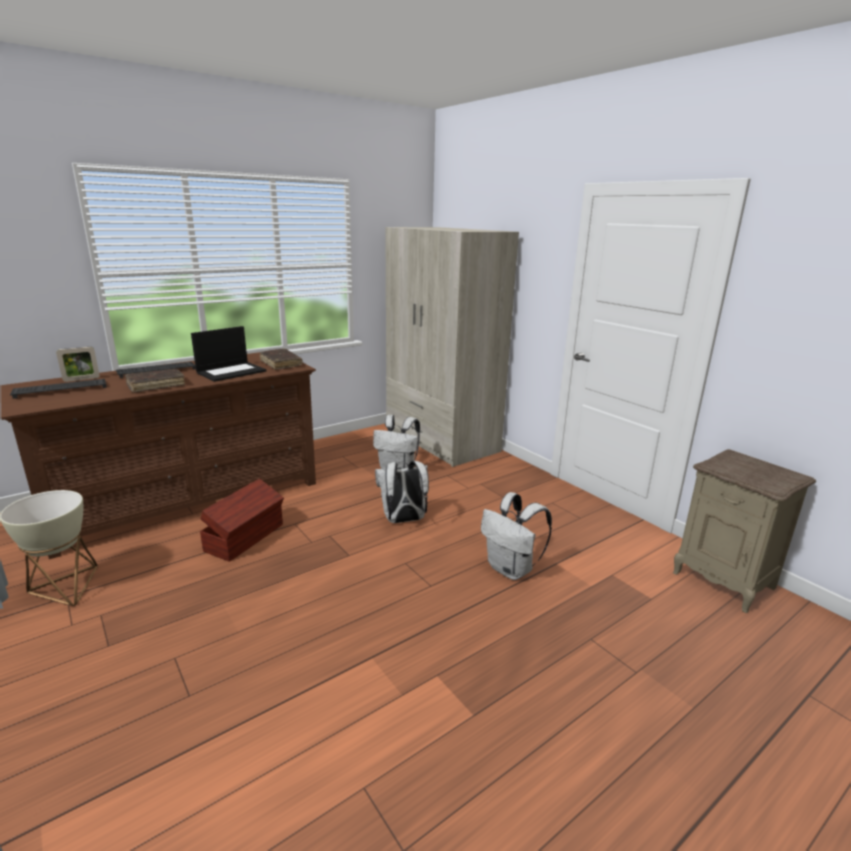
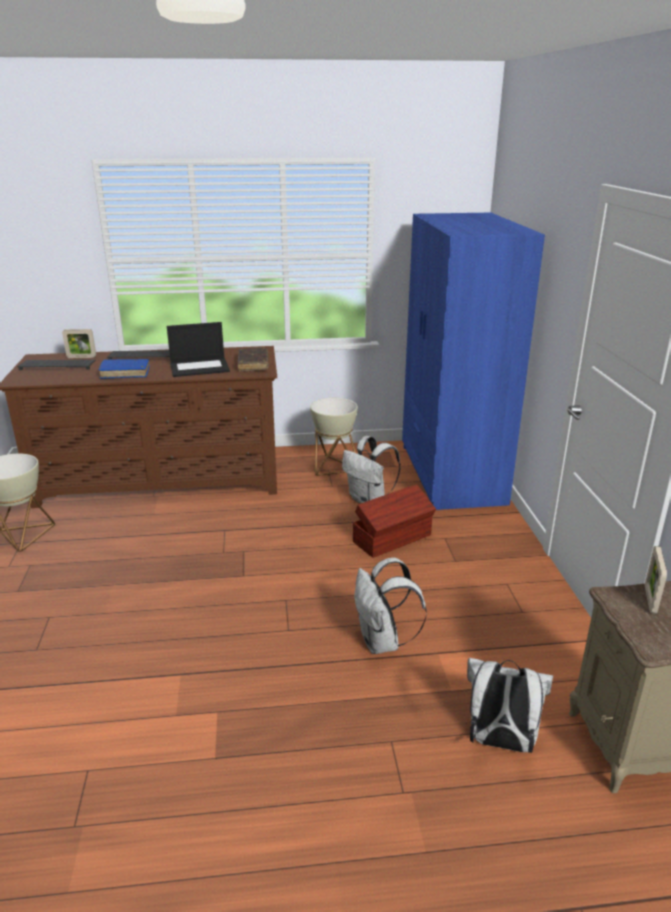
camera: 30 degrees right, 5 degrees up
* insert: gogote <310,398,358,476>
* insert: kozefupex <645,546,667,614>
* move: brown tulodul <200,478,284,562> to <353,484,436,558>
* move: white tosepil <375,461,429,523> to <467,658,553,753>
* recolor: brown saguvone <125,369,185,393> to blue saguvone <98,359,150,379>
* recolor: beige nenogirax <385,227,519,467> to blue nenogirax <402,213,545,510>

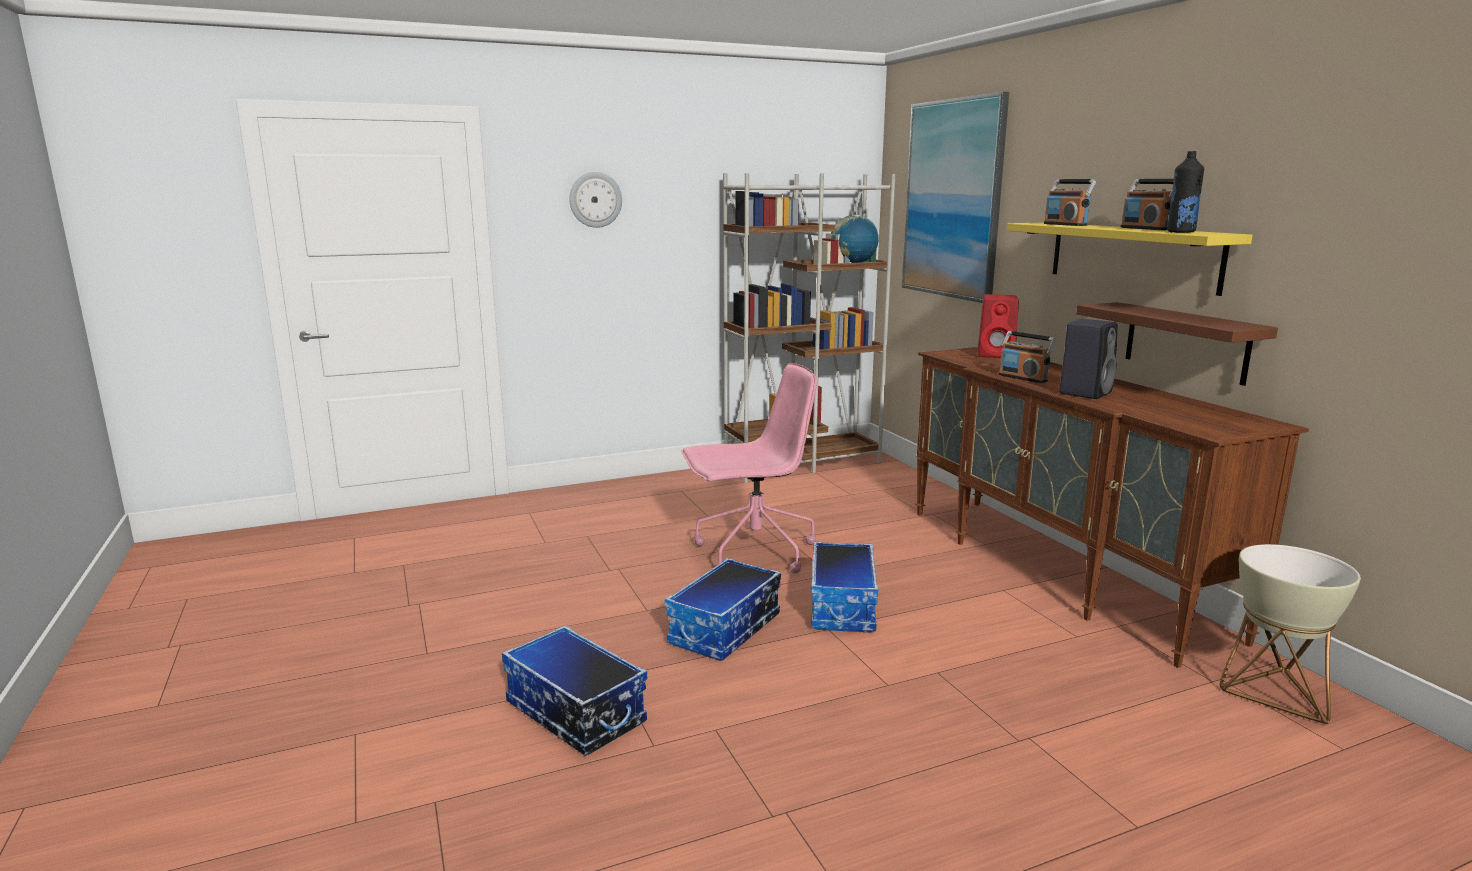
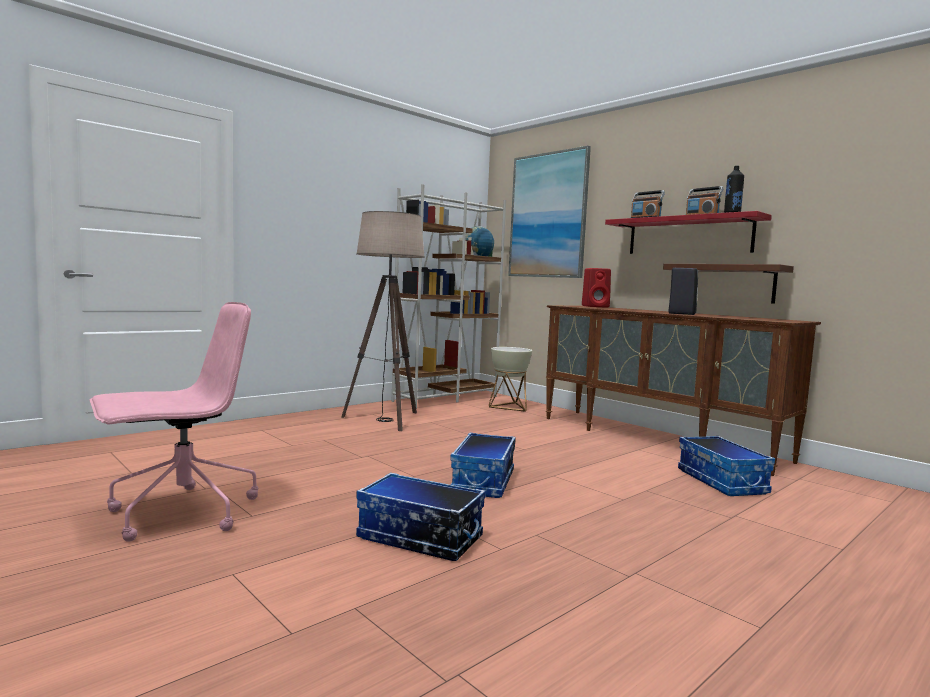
camera: 20 degrees left, 10 degrees down
* delete: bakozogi <569,172,622,228>
* delete: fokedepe <999,331,1056,383>
* insert: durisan <341,211,425,431>
* move: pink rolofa <681,363,817,574> to <90,302,258,542>
* move: tulodul <811,542,878,633> to <678,436,775,496>
* move: gogote <1220,544,1361,724> to <489,347,532,412>
* recolor: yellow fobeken <1007,222,1253,296> to red fobeken <605,211,772,254>

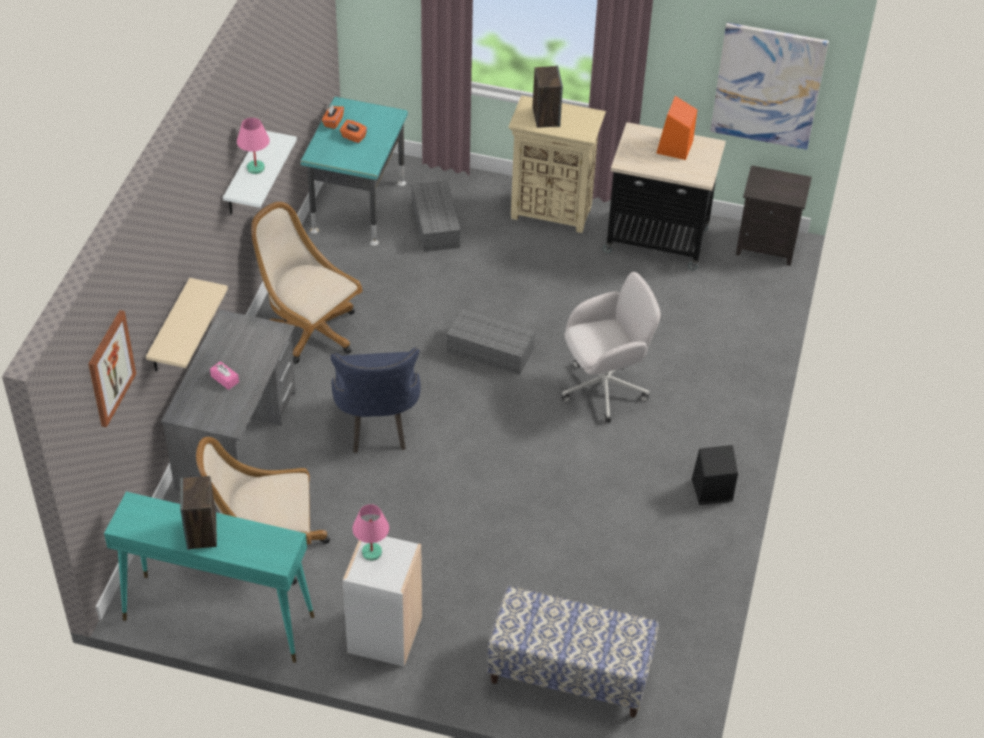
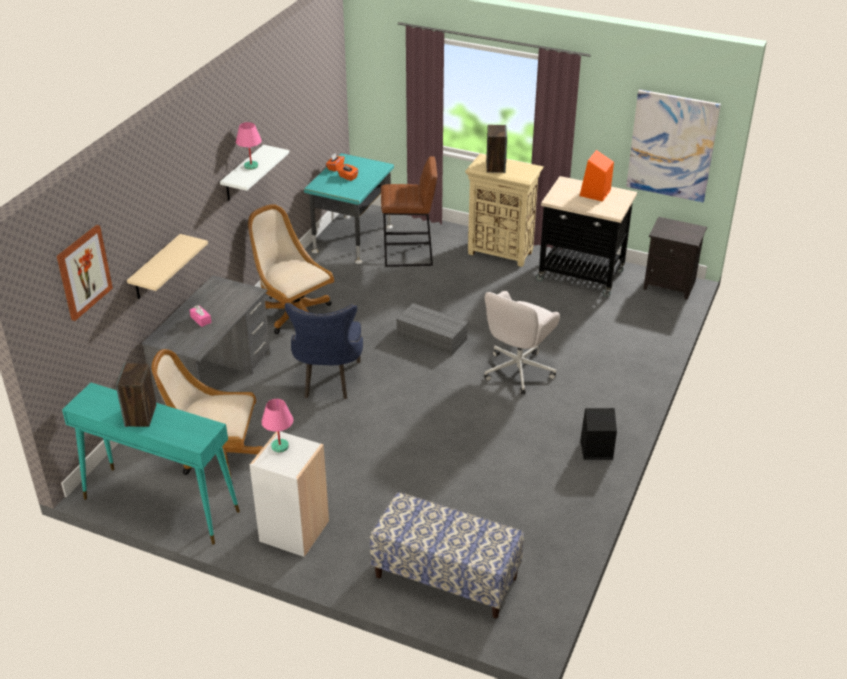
camera: 10 degrees right, 10 degrees down
* replace: grey tulodul <411,180,461,252> to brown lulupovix <381,156,437,267>
* rotate: white rolofa <561,272,661,422> = <484,291,560,394> 135 degrees clockwise

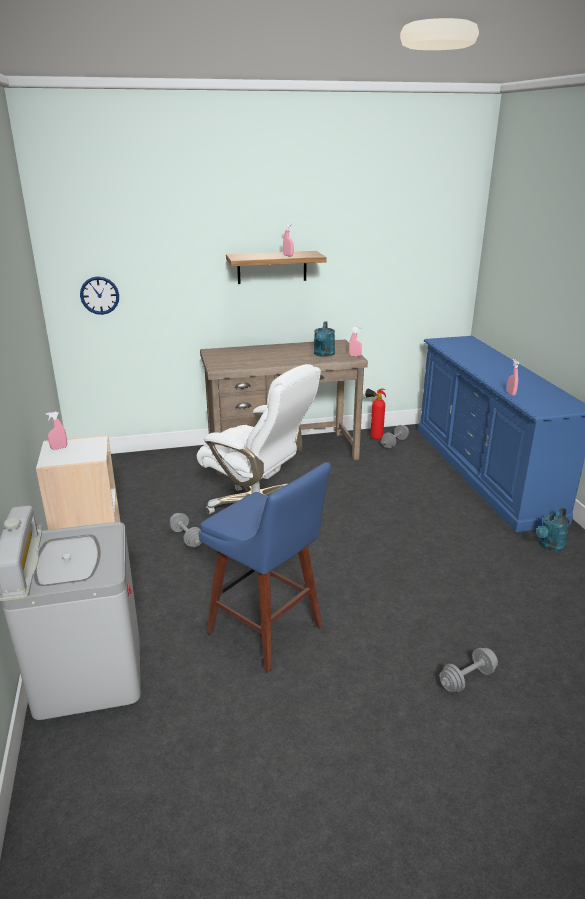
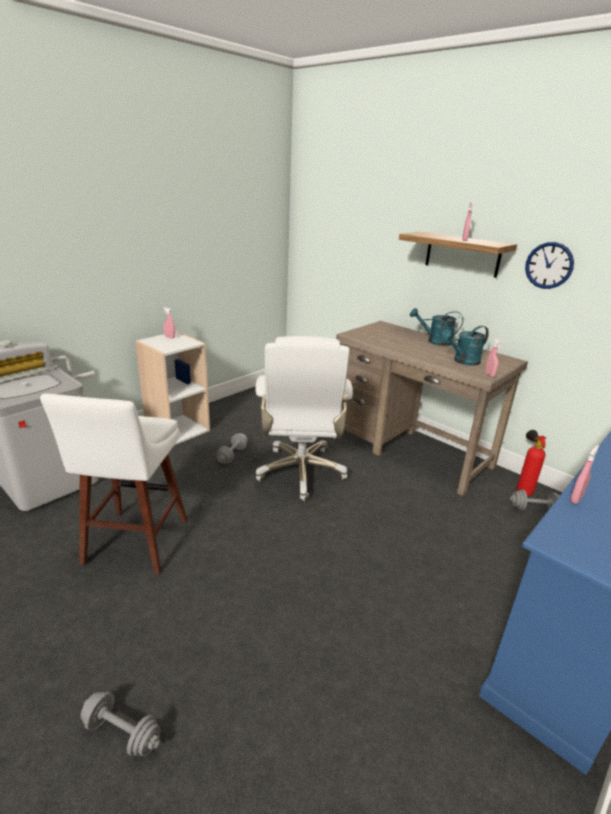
camera: 55 degrees right, 0 degrees up
* move: bakozogi <80,276,119,315> to <525,242,574,289>
* move: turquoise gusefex <536,508,570,551> to <410,308,463,346>
* recolor: blue lulupovix <199,462,331,673> to white lulupovix <40,394,187,574>

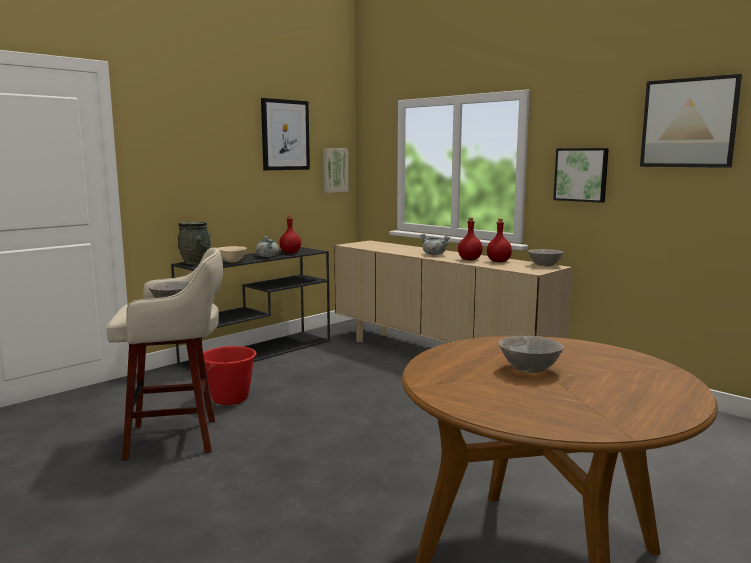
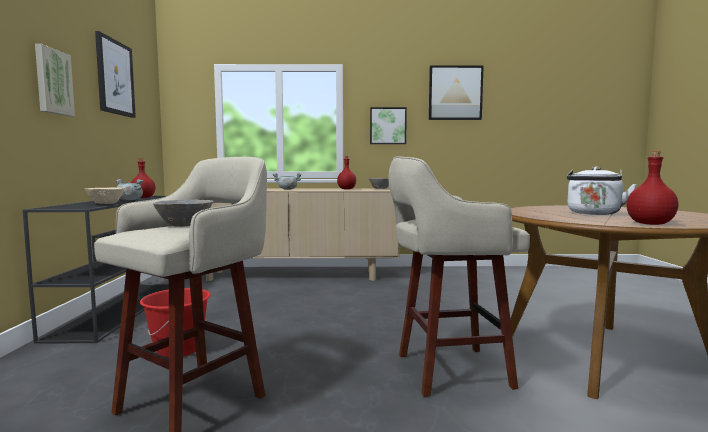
camera: 45 degrees left, 5 degrees down
* delete: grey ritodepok <177,222,211,265>
* insert: beige lulupovix <389,157,530,397>
* move: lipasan <323,148,348,193> to <35,44,75,116>
* move: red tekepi <458,218,483,260> to <627,151,678,225>
* replace: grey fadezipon <499,336,564,373> to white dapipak <567,166,637,215>

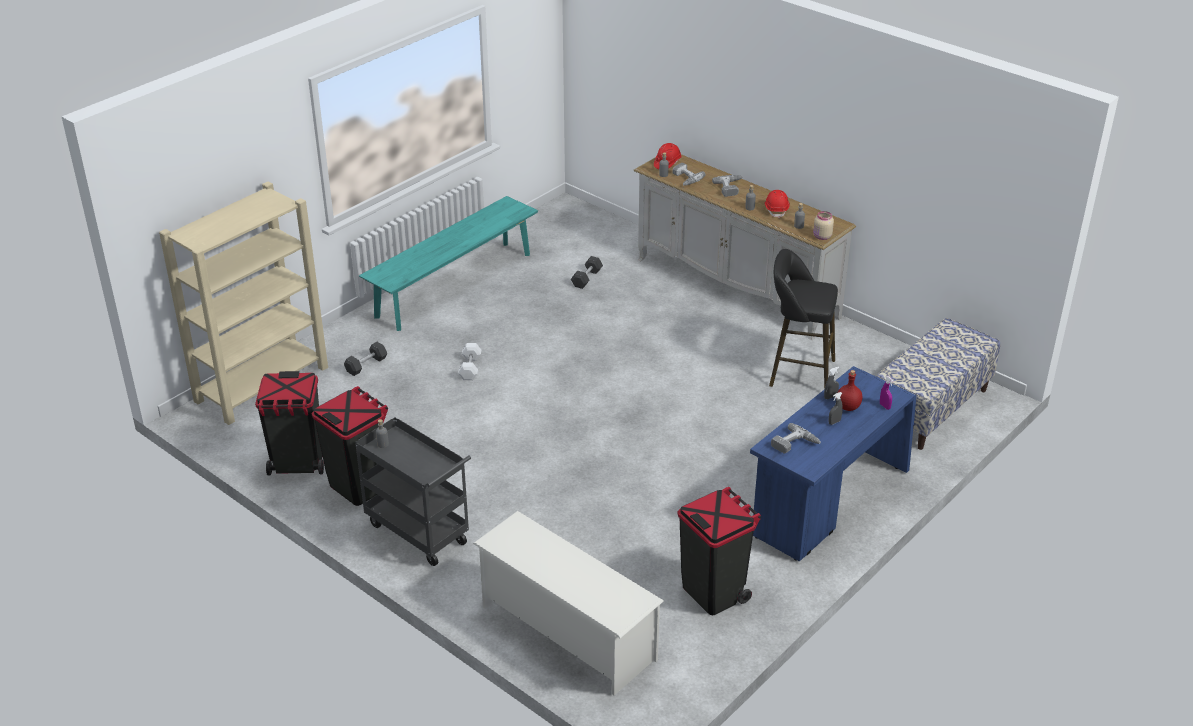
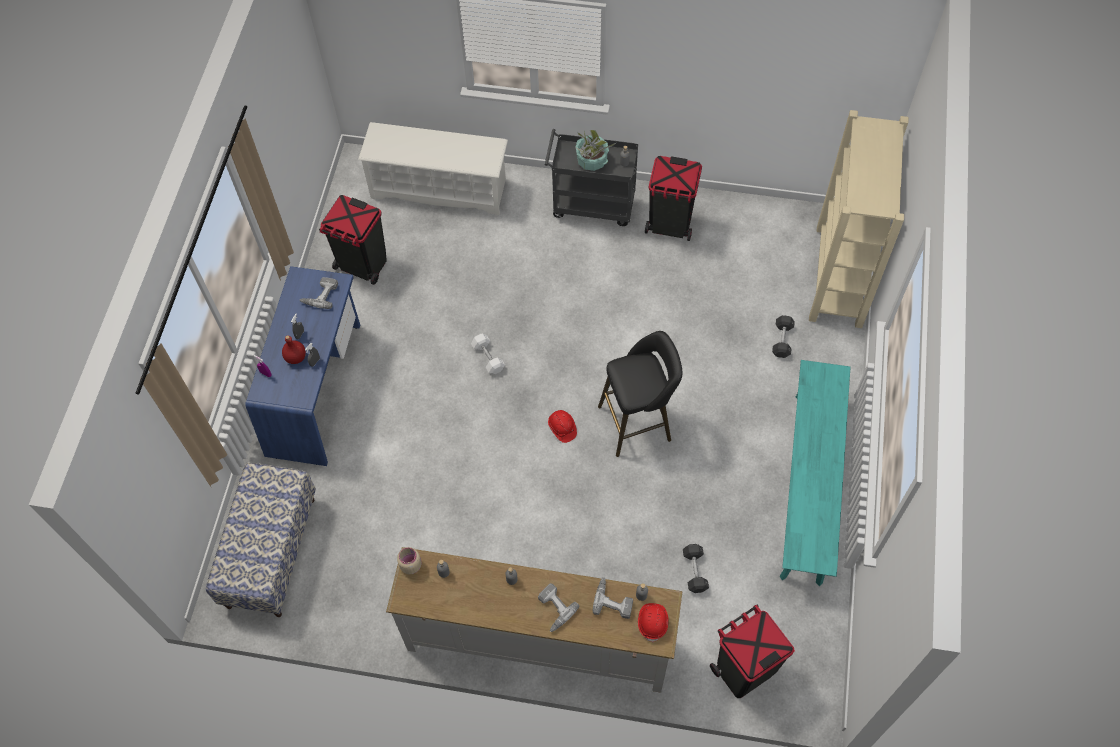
camera: 150 degrees right, 25 degrees up
* insert: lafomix <574,130,616,171>
* move: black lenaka <255,371,324,475> to <710,605,795,698>
* move: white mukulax <458,343,481,380> to <471,333,505,375>
* move: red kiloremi <765,190,790,218> to <548,410,577,443>
* move: black lulupovix <769,249,838,389> to <598,331,682,457>

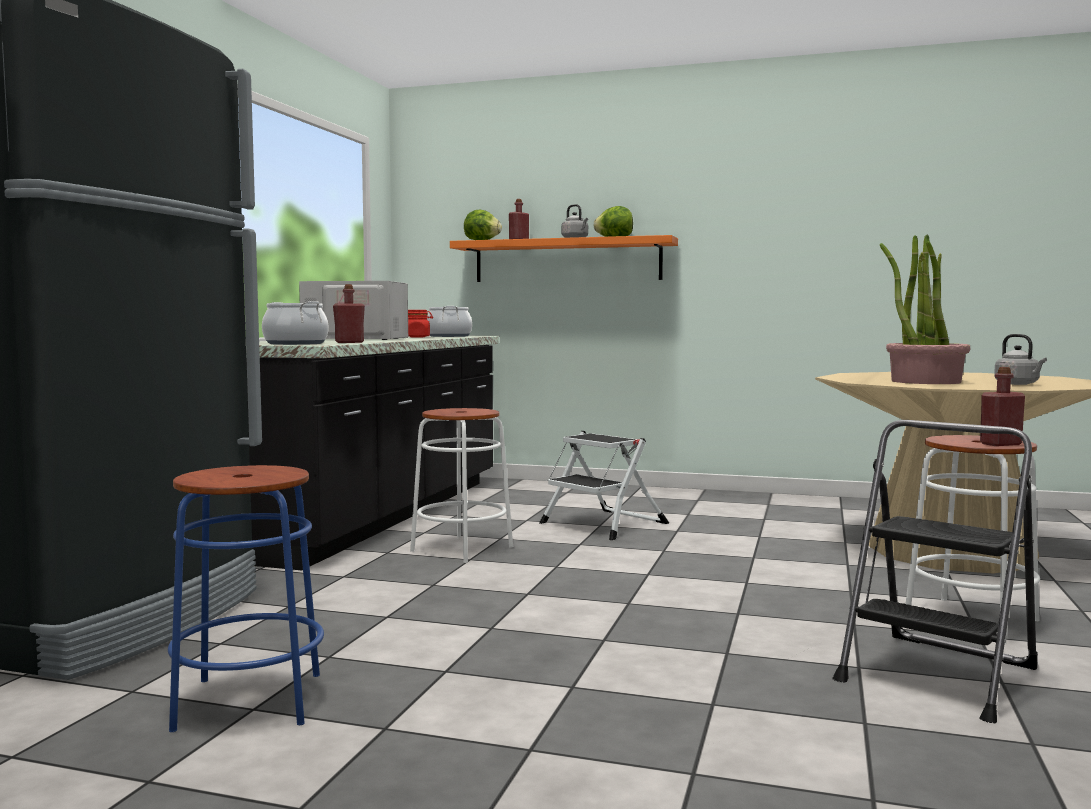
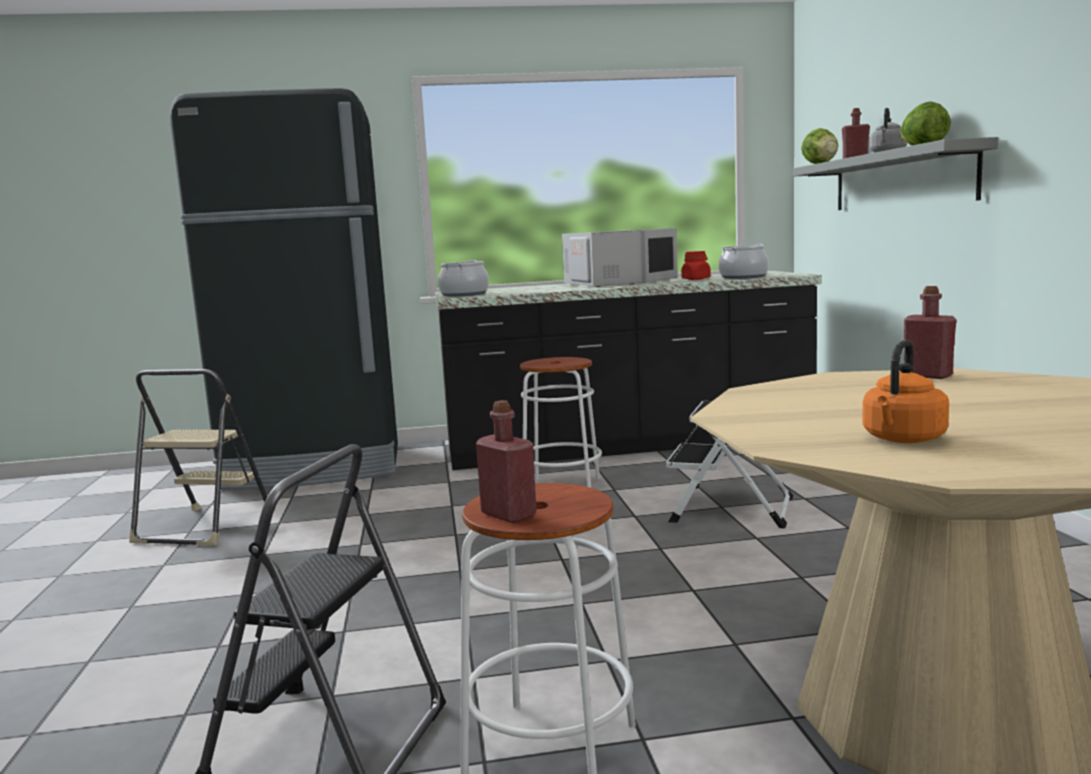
camera: 65 degrees right, 5 degrees up
* delete: lafomix <880,235,970,384>
* move: red tekepi <333,284,365,343> to <904,286,957,379>
* replace: blue lulupovix <168,465,324,732> to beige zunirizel <129,369,276,546>
* recolor: orange fobeken <450,235,678,282> to grey fobeken <793,137,998,210>
* recolor: grey dapipak <994,334,1047,385> to orange dapipak <862,340,949,443>

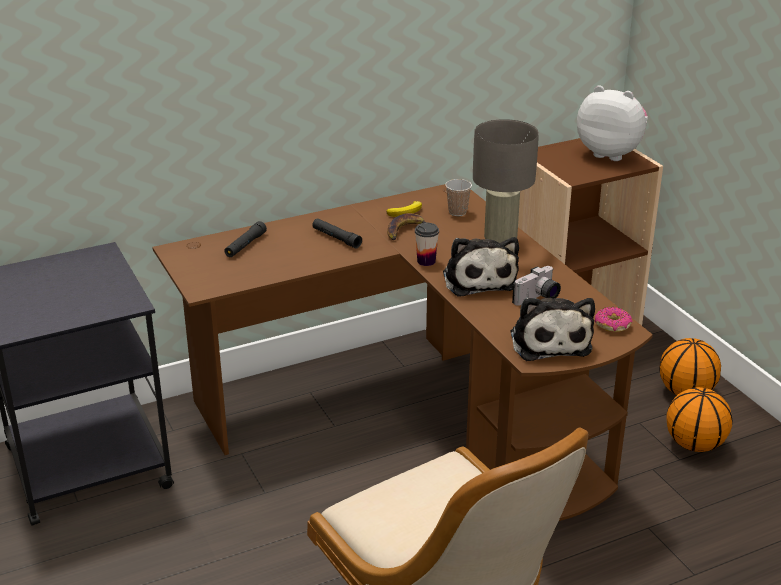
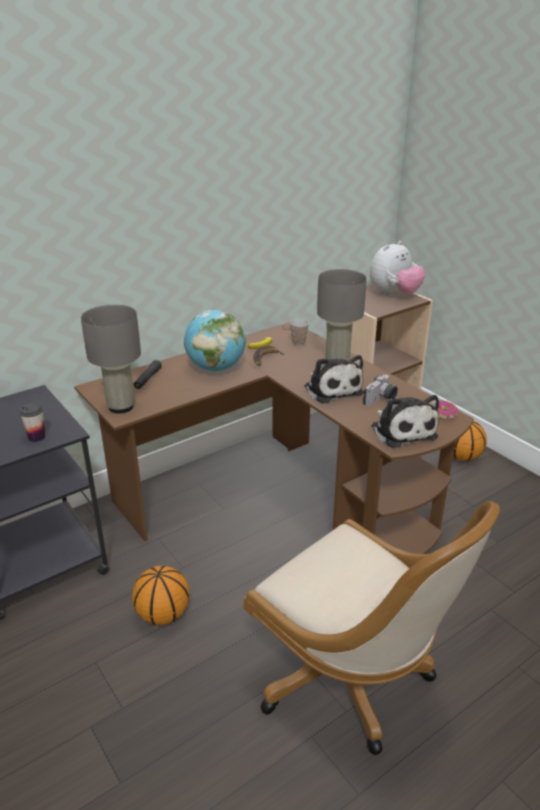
camera: 10 degrees left, 0 degrees up
* insert: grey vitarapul <81,305,141,414>
* move: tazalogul <415,223,439,266> to <19,403,45,442>
* move: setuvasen <666,387,733,452> to <132,566,190,625>
* replace: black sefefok <312,218,362,248> to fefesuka <184,310,246,371>
* rotate: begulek <577,85,648,161> = <370,241,426,295> 120 degrees clockwise

